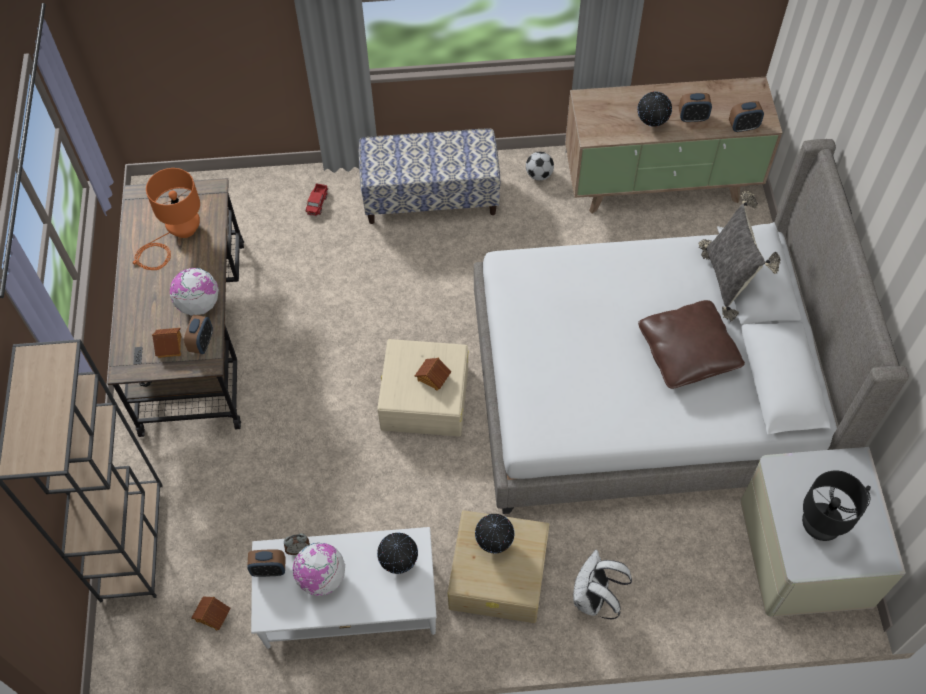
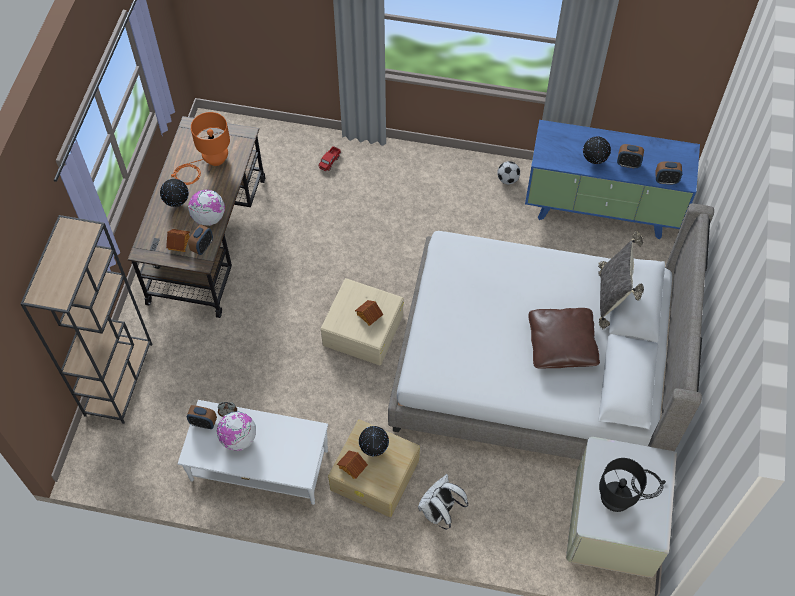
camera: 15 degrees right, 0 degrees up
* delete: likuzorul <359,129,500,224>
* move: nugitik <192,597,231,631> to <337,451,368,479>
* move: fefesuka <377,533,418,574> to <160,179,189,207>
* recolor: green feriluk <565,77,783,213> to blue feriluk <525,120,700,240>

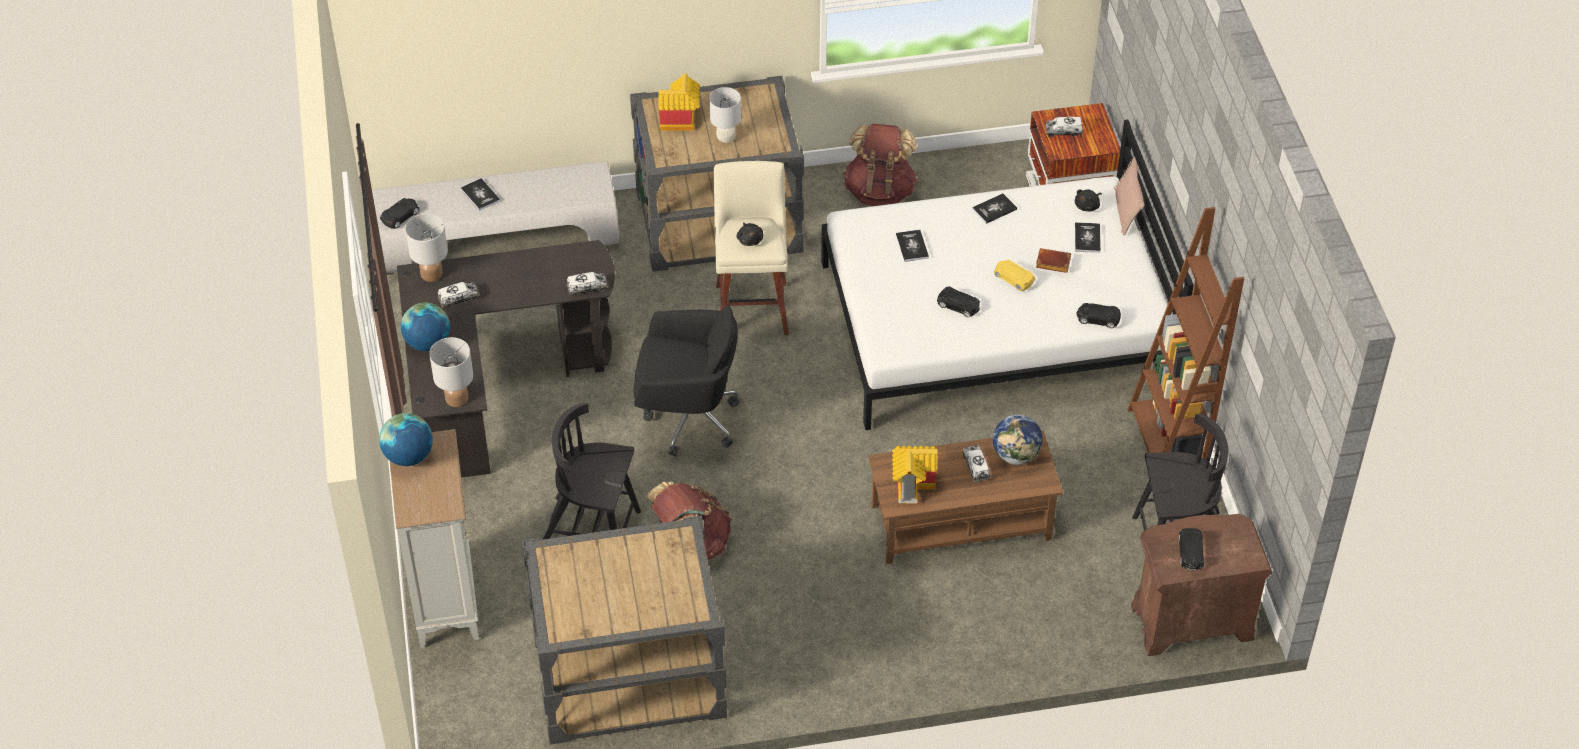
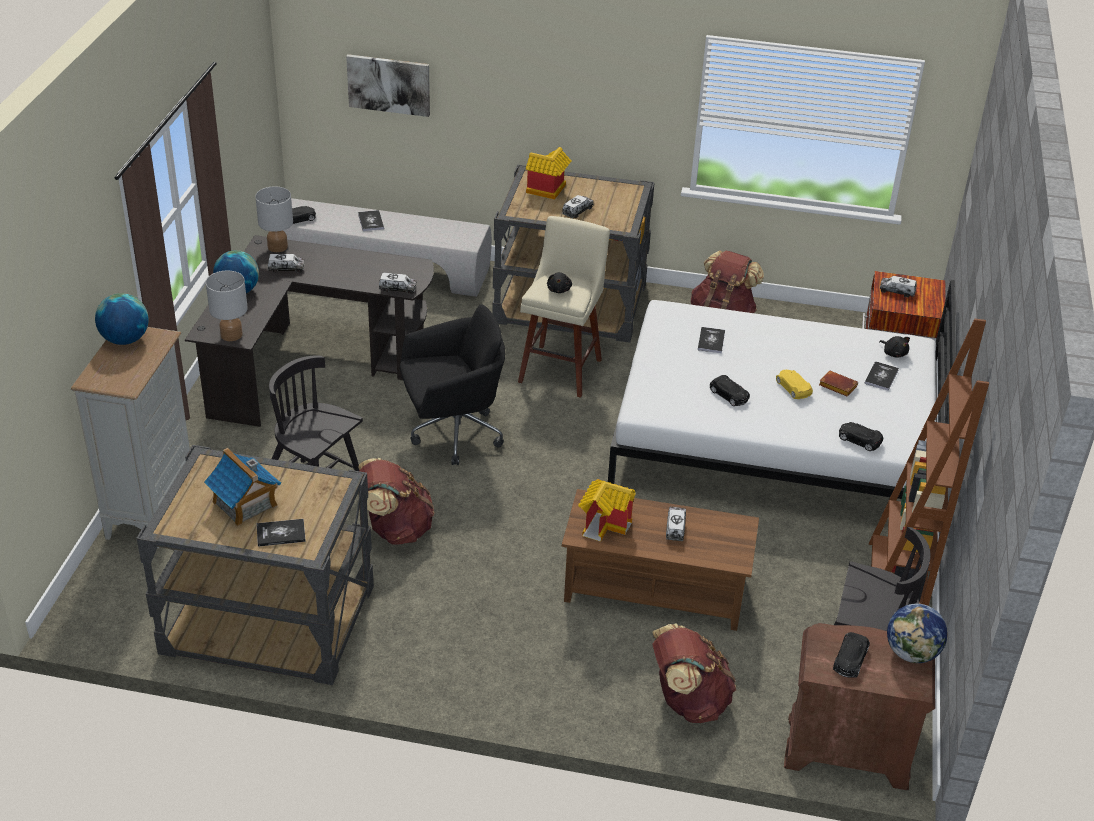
camera: 20 degrees right, 10 degrees down
* delete: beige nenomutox <1113,157,1145,235>
* insert: nugitik <204,448,281,527>
* insert: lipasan <346,54,430,117>
* insert: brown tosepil <652,623,736,723>
* move: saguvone <972,193,1017,224> to <257,519,306,547>
* move: fefesuka <993,414,1043,465> to <887,604,948,663>
* replace: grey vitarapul <709,87,741,143> to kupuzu <562,195,594,218>
* rotate: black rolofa <634,305,739,457> = <400,304,505,465> 45 degrees counterclockwise
* rotate: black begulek <1075,190,1102,211> = <879,336,910,358> 105 degrees counterclockwise

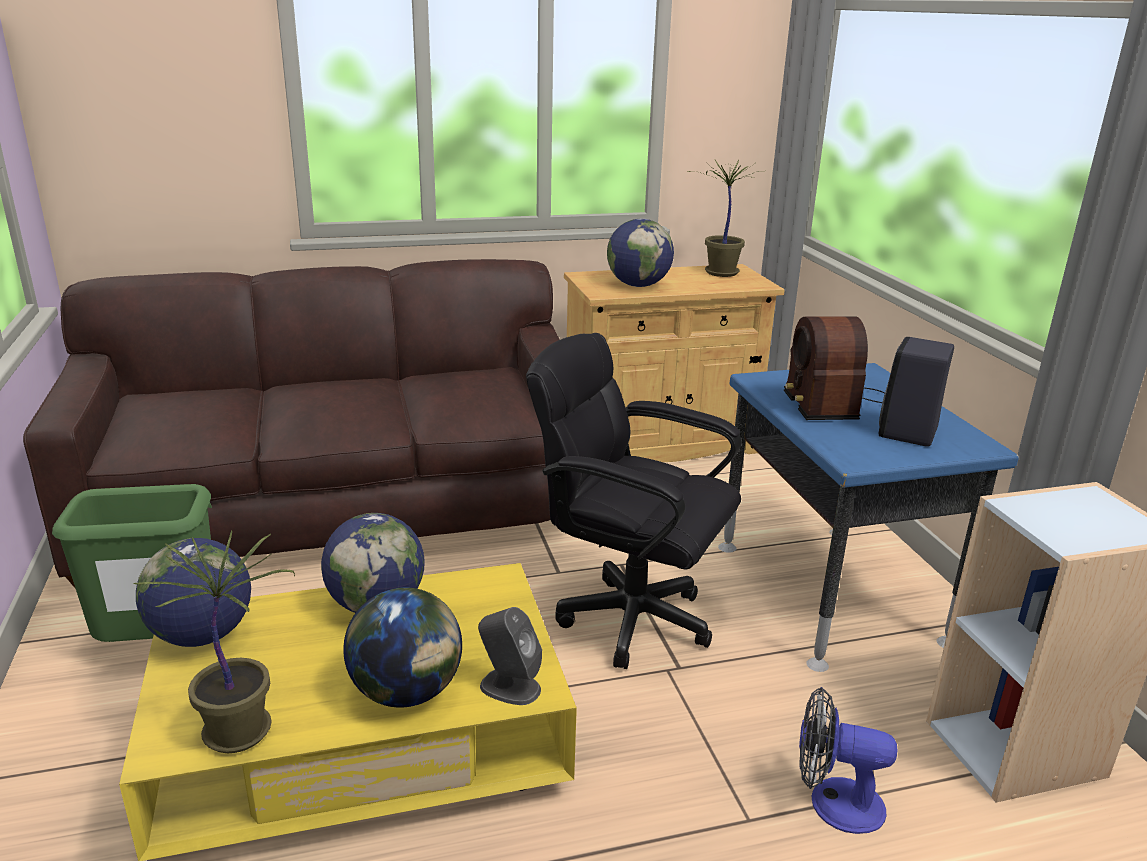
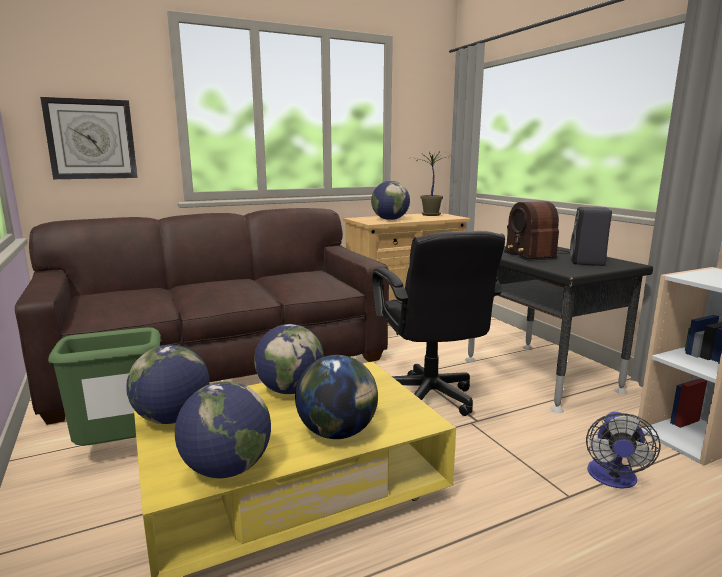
camera: 10 degrees left, 10 degrees down
* delete: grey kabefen <478,607,542,705>
* insert: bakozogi <40,97,138,179>
* replace: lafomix <133,531,295,753> to fefesuka <175,381,271,478>
* recolor: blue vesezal <718,363,1019,672> to black vesezal <465,246,653,413>
* rotate: black rolofa <526,333,741,669> = <372,231,505,416> 120 degrees counterclockwise
* rotate: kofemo <799,687,898,834> = <586,412,661,489> 75 degrees counterclockwise

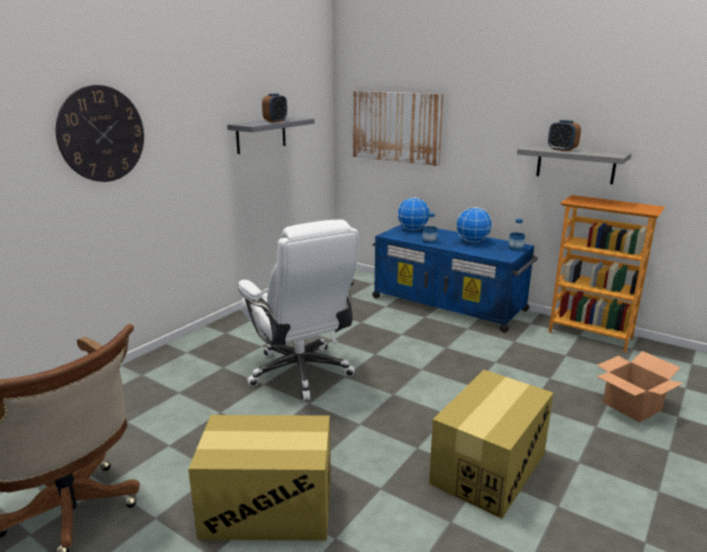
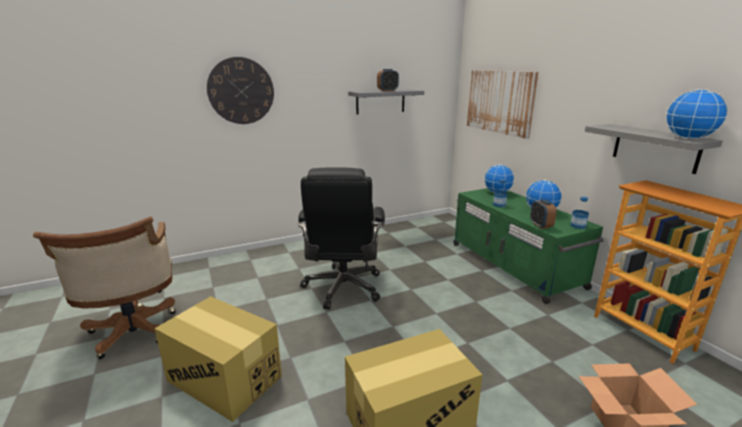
camera: 30 degrees right, 0 degrees up
* insert: fefesuka <666,89,728,139>
* move: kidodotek <548,120,581,152> to <530,199,557,229>
* recolor: white rolofa <238,219,359,401> to black rolofa <298,167,385,310>
* recolor: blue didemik <373,224,538,333> to green didemik <453,188,604,304>

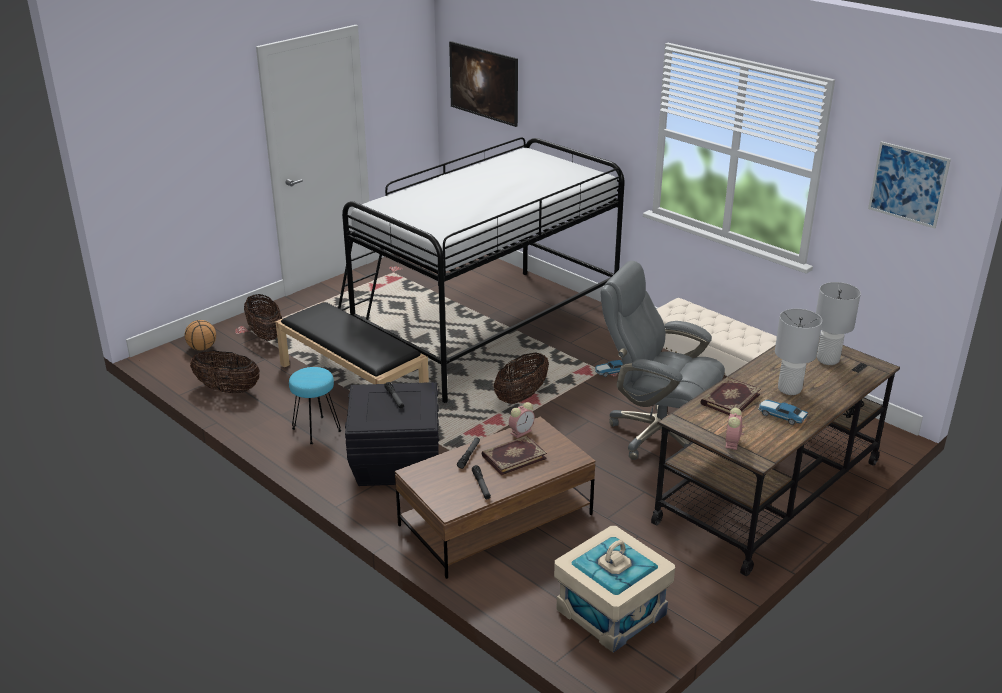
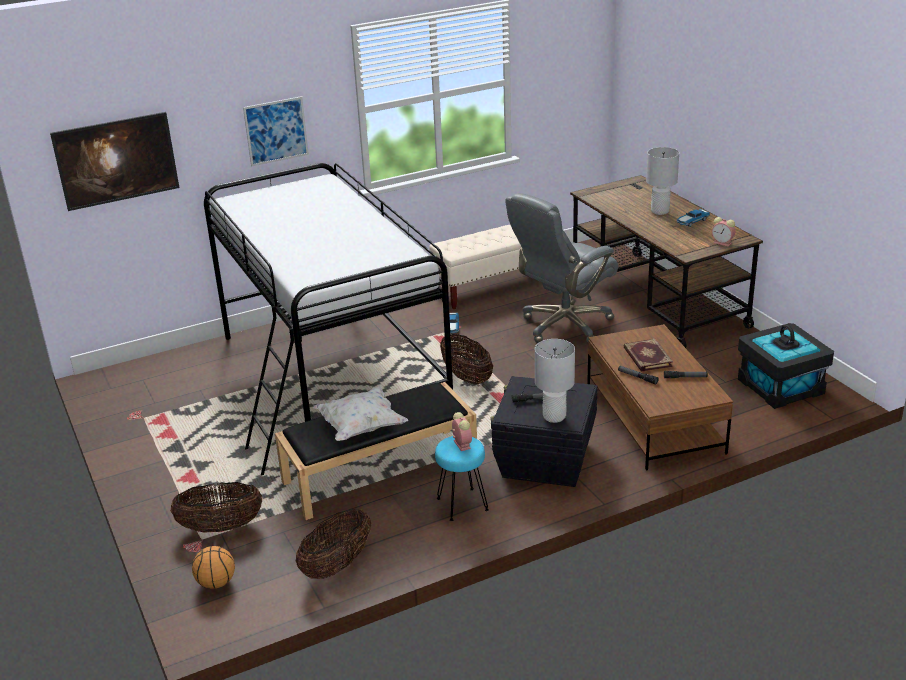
camera: 70 degrees left, 0 degrees up
* delete: saguvone <700,377,761,415>
* insert: white nenomutox <313,386,408,441>
* move: kidodotek <509,402,535,438> to <452,412,472,451>
* move: grey vitarapul <816,282,861,365> to <535,339,575,423>
* move: lipasan <868,141,951,229> to <243,96,309,166>
* recolor: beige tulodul <554,526,675,653> to black tulodul <738,323,834,409>

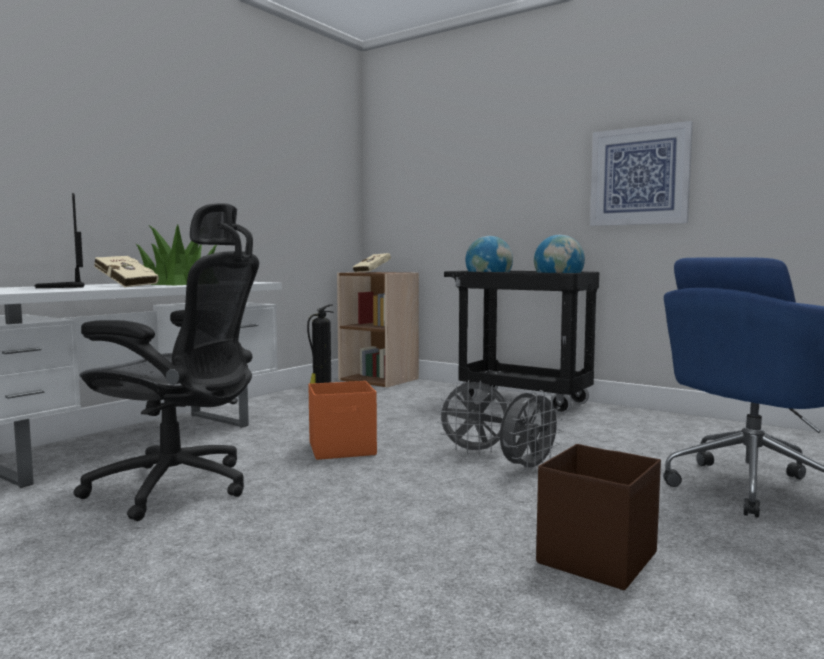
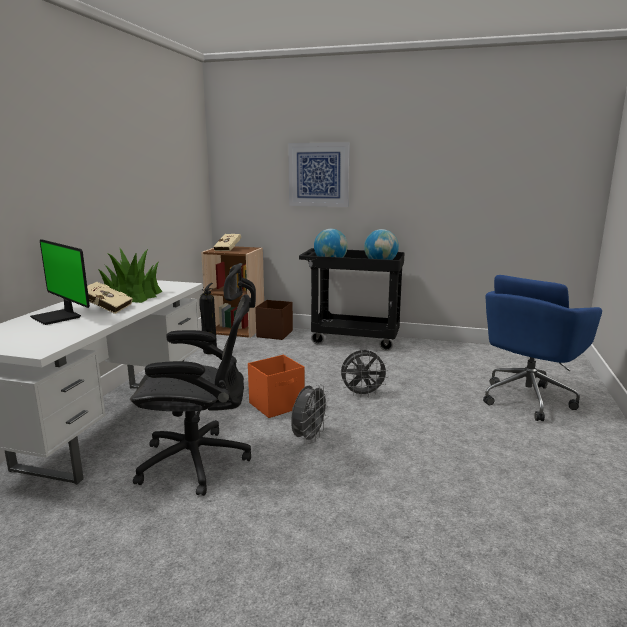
camera: 20 degrees left, 10 degrees up
* move: grey kofemo <500,390,563,473> to <291,384,330,444>
* move: brown tulodul <536,444,661,590> to <255,300,293,340>
* move: lipasan <590,121,693,226> to <288,142,350,207>

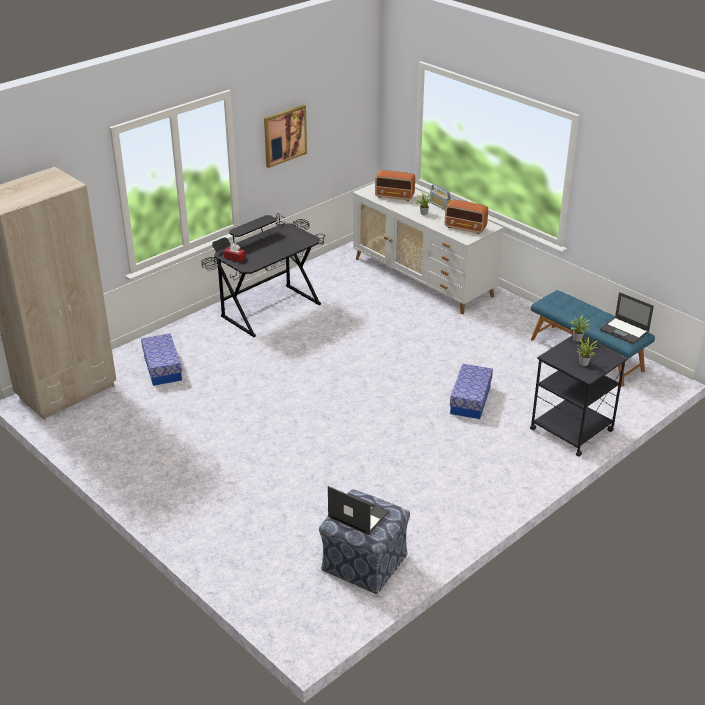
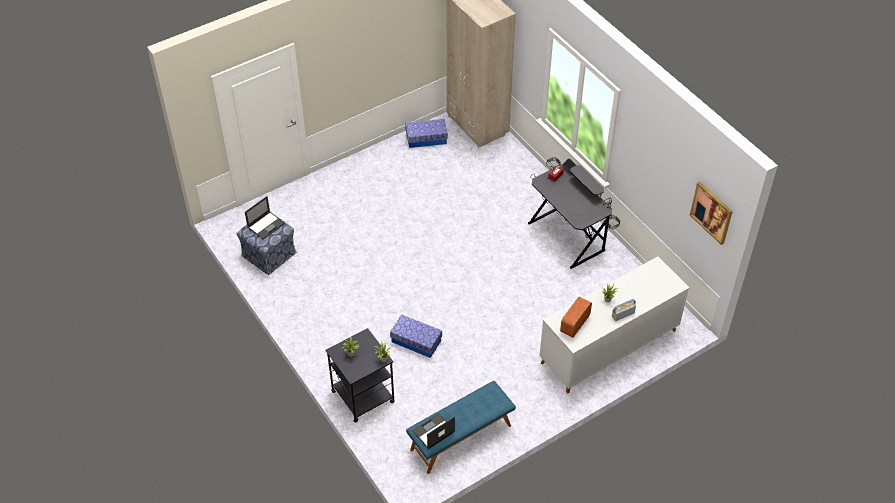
camera: 100 degrees right, 15 degrees up
* delete: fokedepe <375,170,415,201>
* move: tulodul <141,334,182,386> to <405,119,448,148>
* move: lipasan <264,105,307,168> to <690,182,733,245>

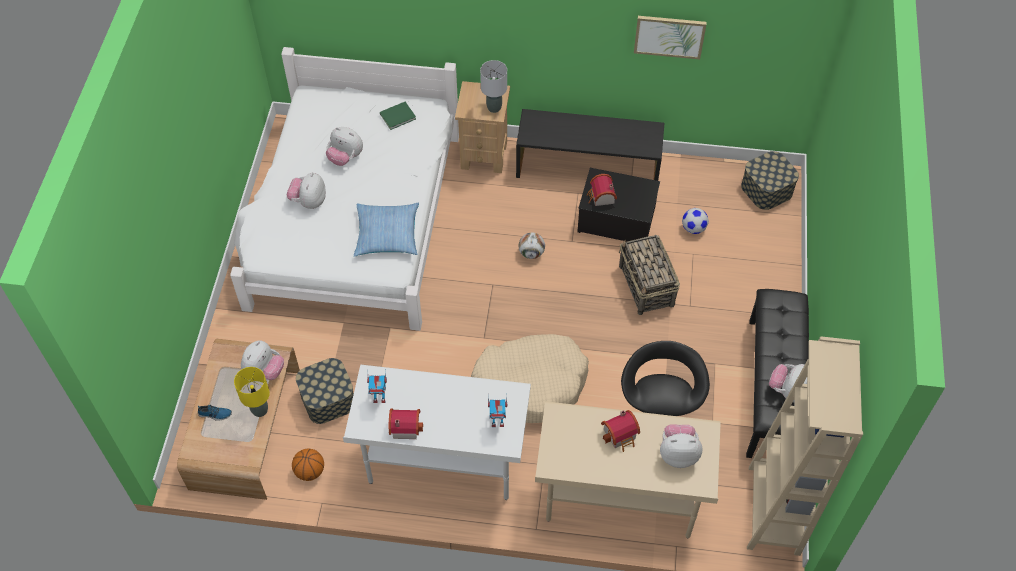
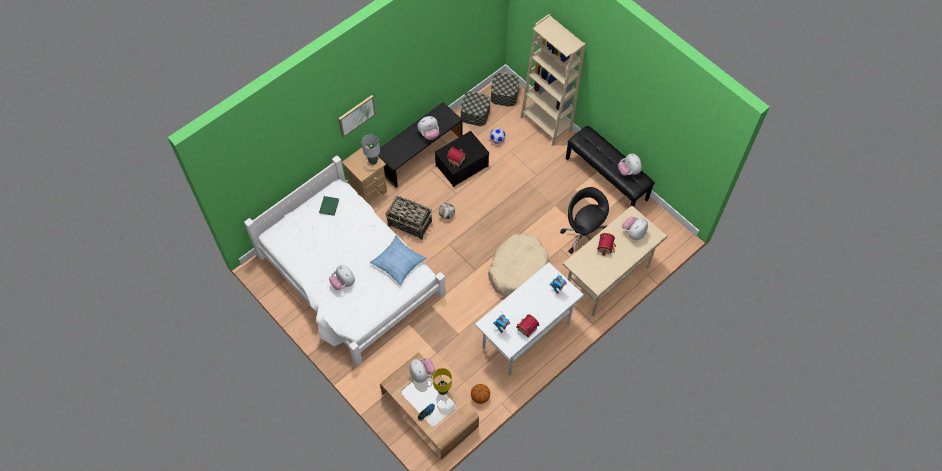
camera: 50 degrees left, 5 degrees up
* move: tulodul <296,358,354,424> to <460,92,490,126>
* move: begulek <326,127,363,166> to <418,116,439,140>
* move: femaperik <619,235,680,315> to <385,196,432,240>
* move: lipasan <634,16,707,59> to <338,95,376,137>
* move: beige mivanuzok <747,336,863,556> to <521,14,586,146>

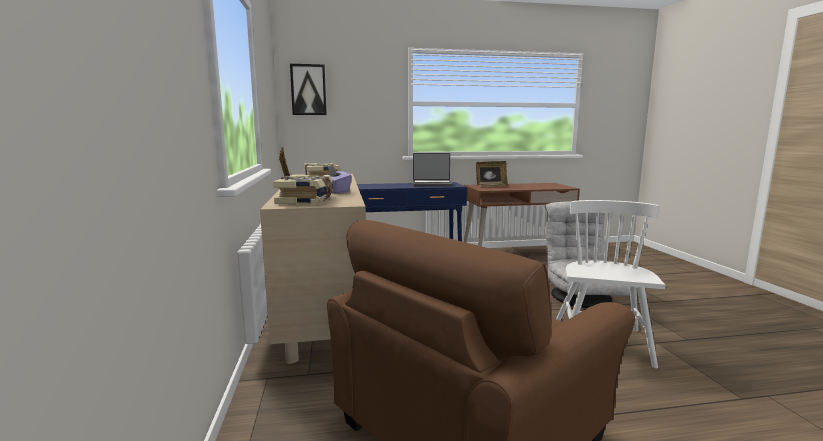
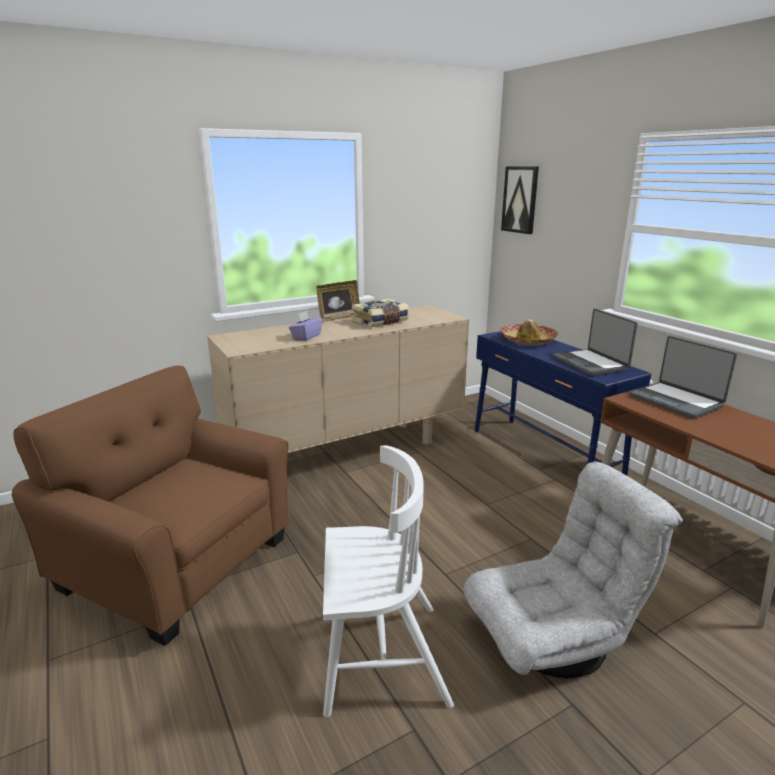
camera: 70 degrees right, 10 degrees up
* delete: saguvone <273,175,333,204>
* insert: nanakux <500,319,558,345>
* replace: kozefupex <476,161,508,187> to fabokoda <629,336,737,419>

